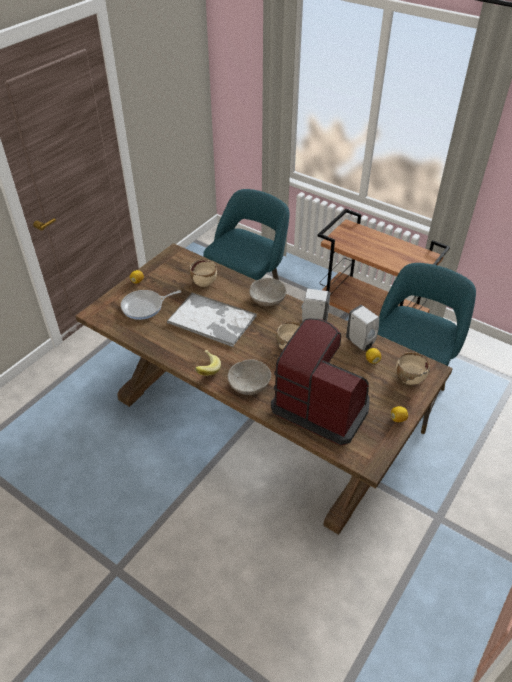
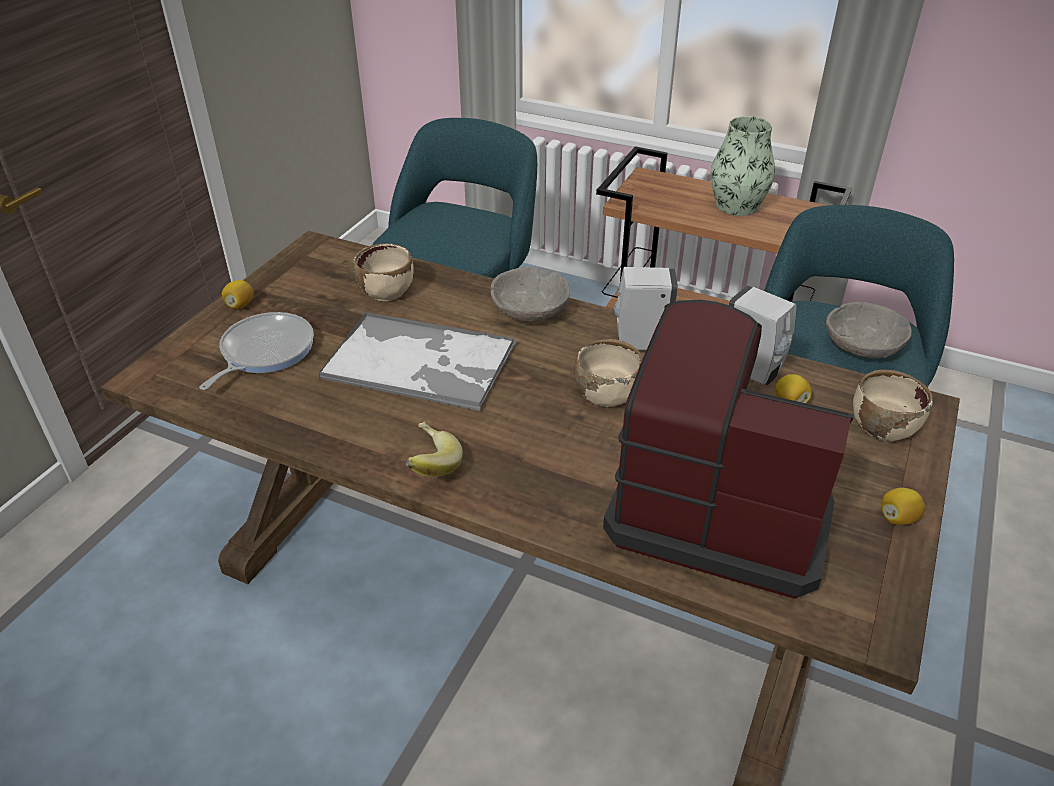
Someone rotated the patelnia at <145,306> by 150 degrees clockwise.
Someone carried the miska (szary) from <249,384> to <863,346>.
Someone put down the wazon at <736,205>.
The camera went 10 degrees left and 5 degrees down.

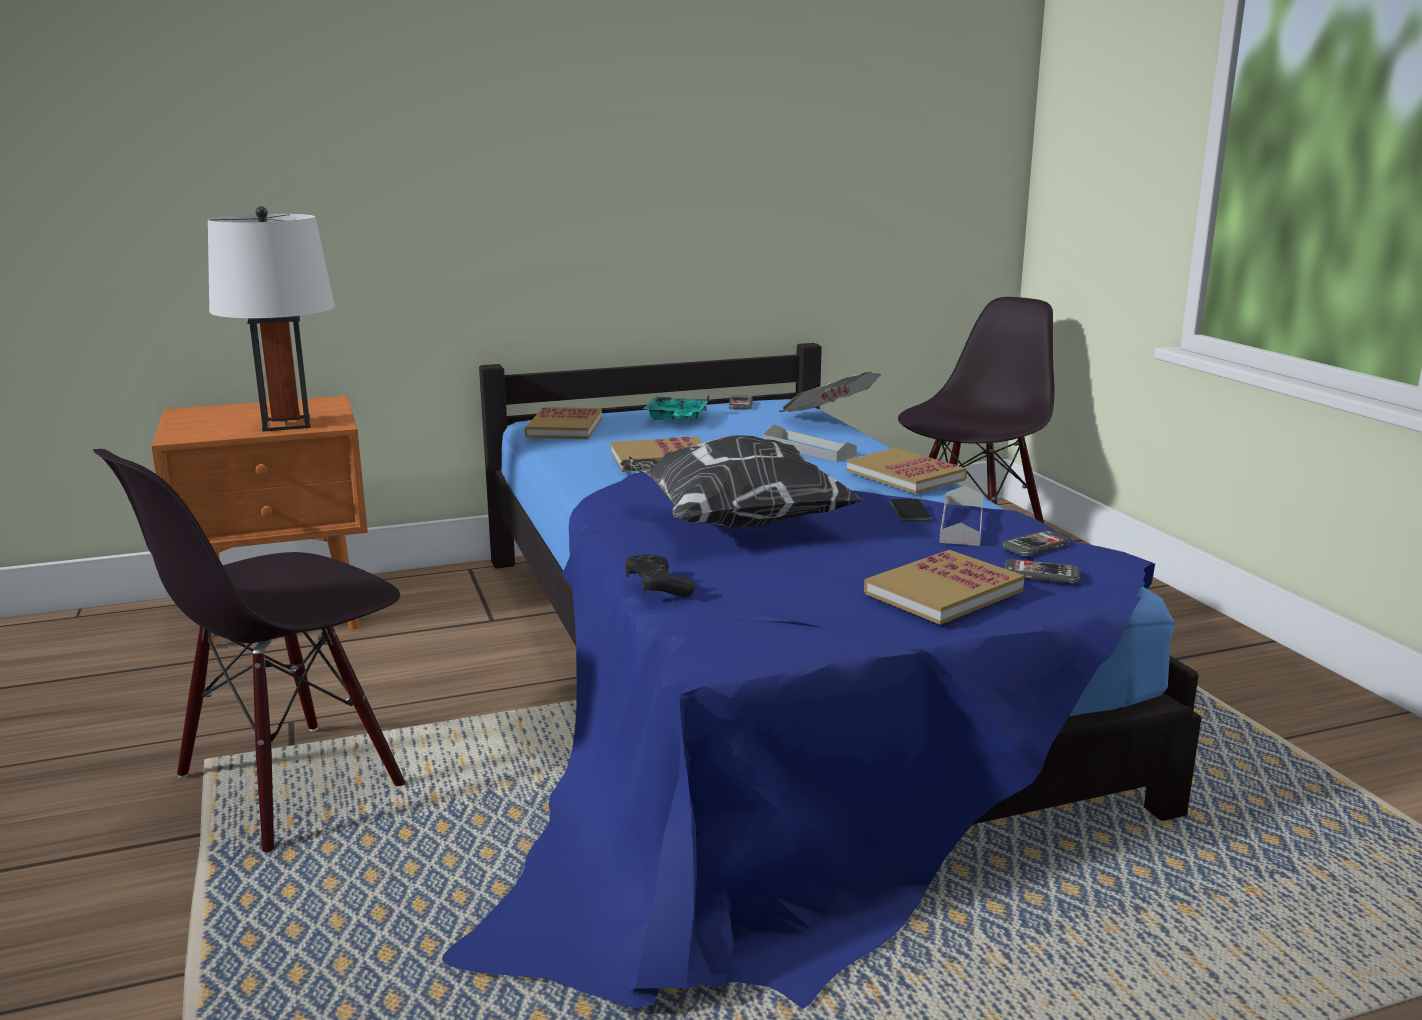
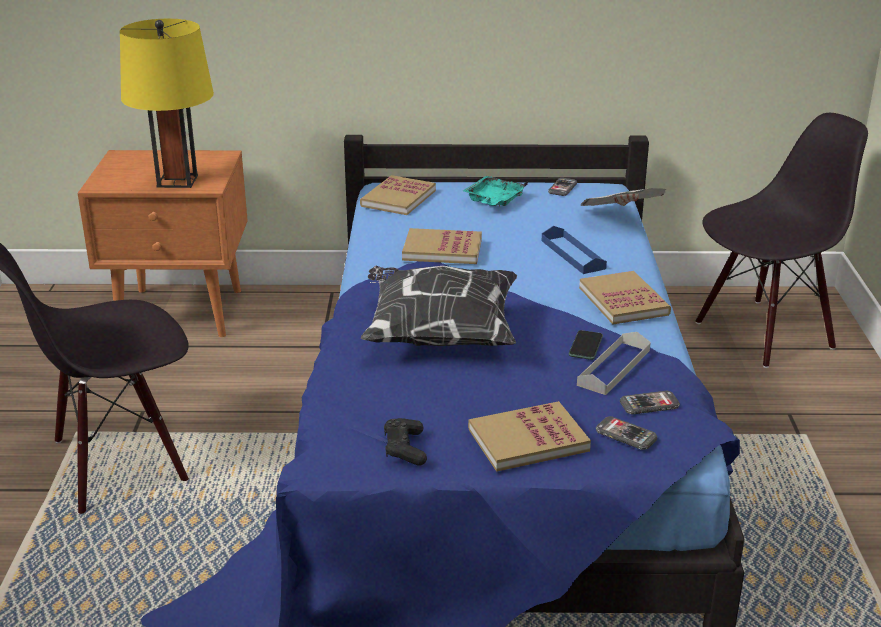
Someone repainted the lampa stołowa (biały) at <286,424>, which became the lampa stołowa (żółty) at <177,181>.
Someone repainted the taca (szary) at <808,449>, which became the taca (niebieski) at <573,254>.
Someone carried the pad do gier (czarny) from <657,587> to <405,449>.
The camera went 20 degrees right and 10 degrees up.

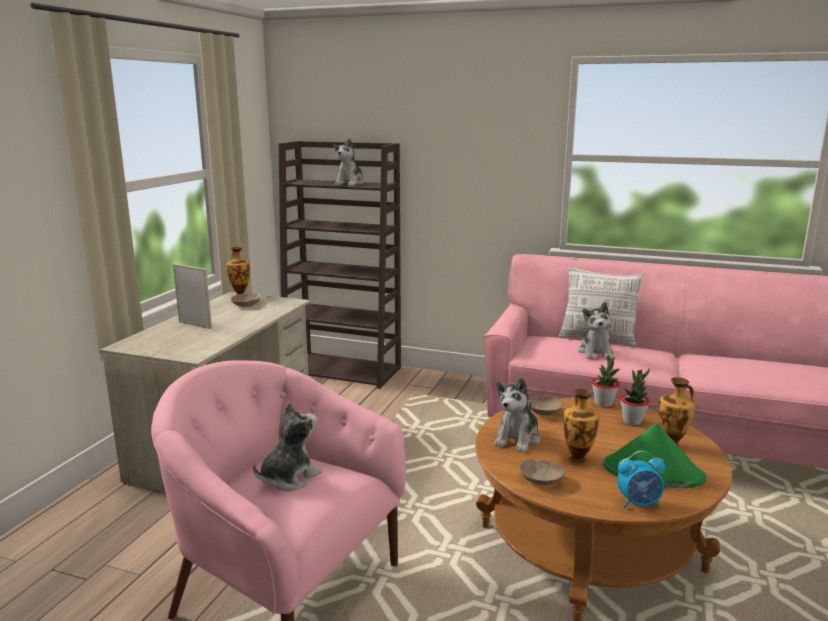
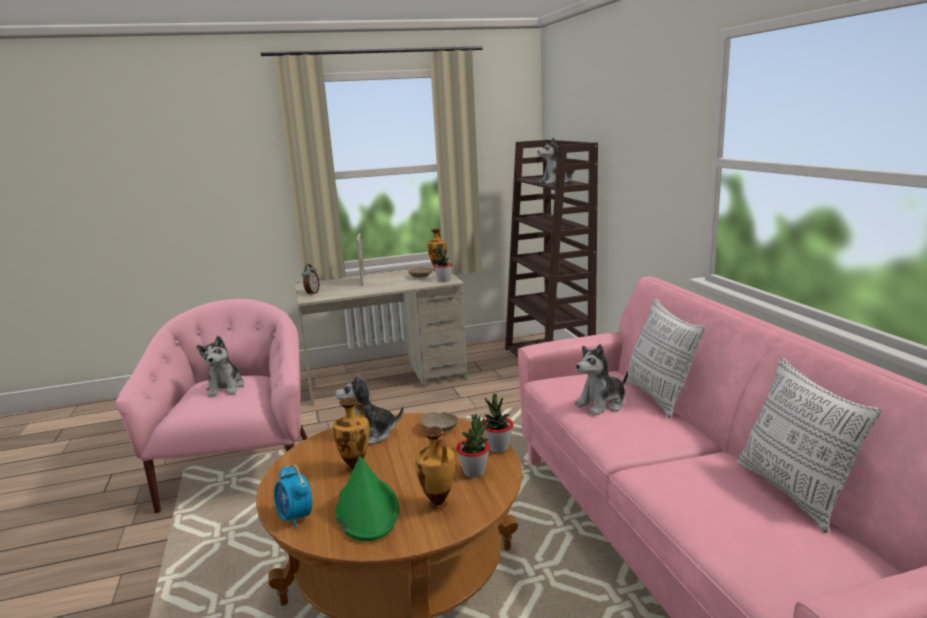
Someone rotated the pluszak at <289,478> by 75 degrees clockwise.
Someone took away the miska (beżowy) at <540,479>.
Someone put down the roślina doniczkowa at <443,280>.
Someone put down the budzik at <312,293>.
Someone put down the poduszka at <793,492>.
The camera went 55 degrees right and 0 degrees up.

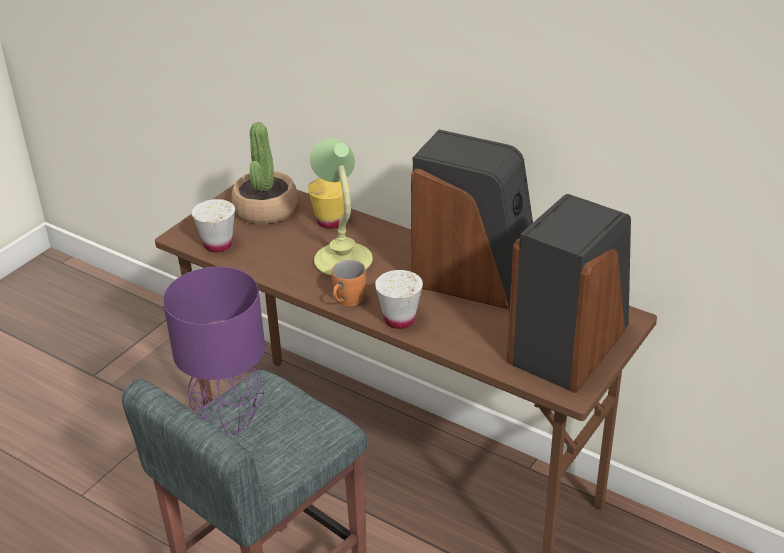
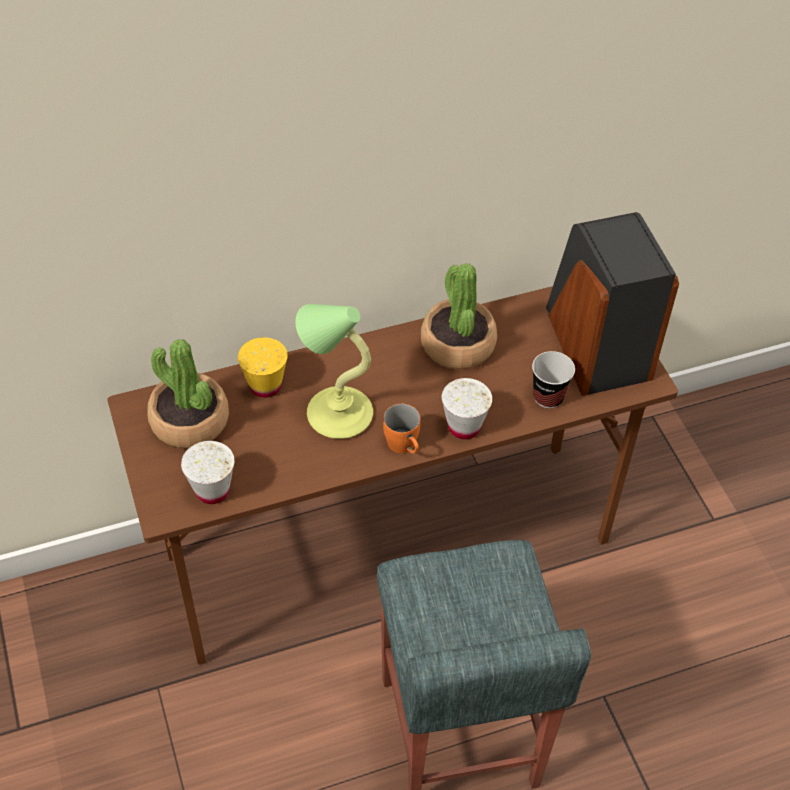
Someone swapped the głośnik at <476,280> for the roślina doniczkowa at <457,345>.
Someone took away the lampa stołowa (fioletowy) at <231,418>.
Someone put down the filiżanka at <548,397>.
The camera went 55 degrees left and 15 degrees up.

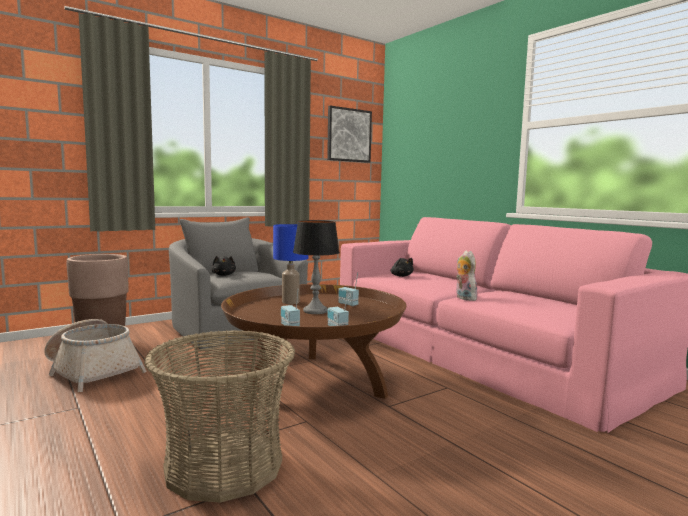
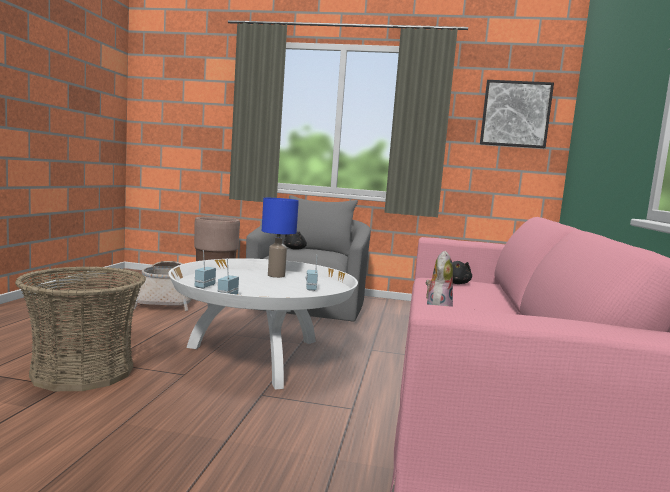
Someone took away the lampa stołowa at <315,311>.
Someone repainted the ława (brązowy) at <314,382>, which became the ława (biały) at <260,356>.
The camera went 45 degrees right and 0 degrees up.

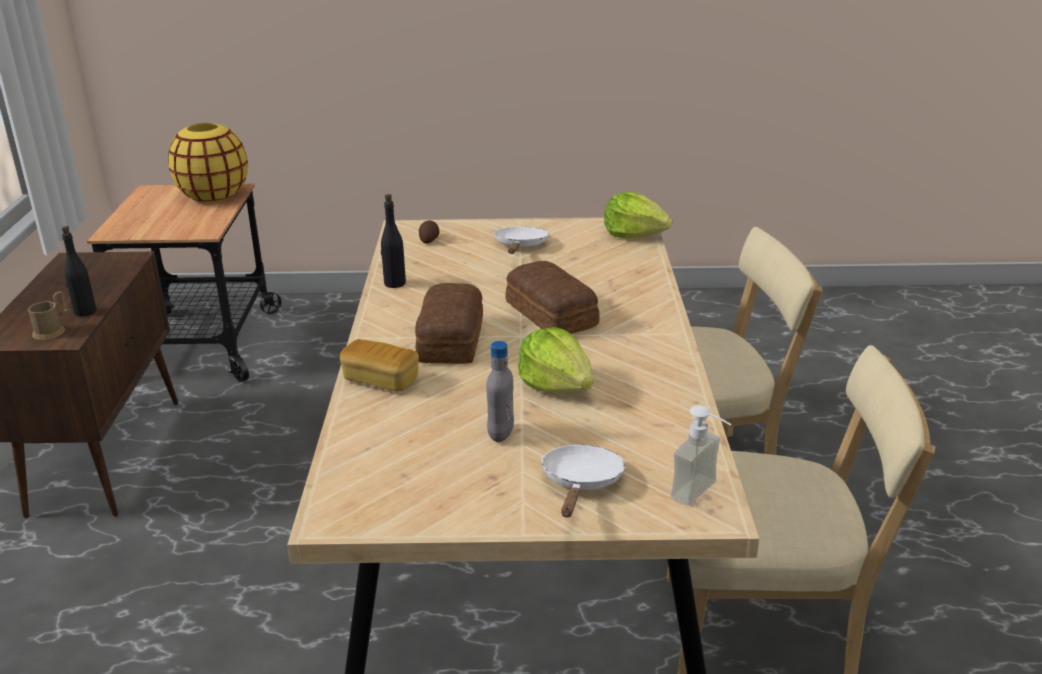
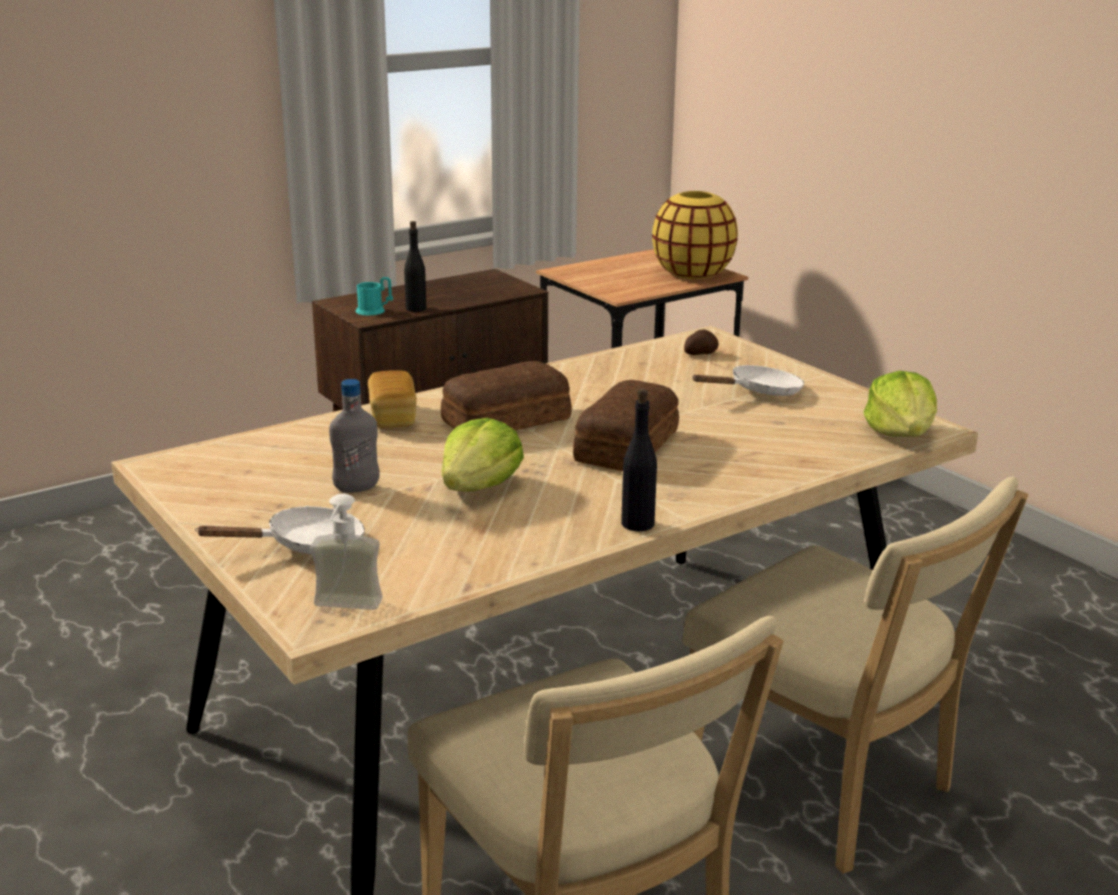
Someone carried the butelka (czarny) from <394,283> to <637,524>.
Someone repainted the kubek (brązowy) at <53,330>, which became the kubek (turkusowy) at <374,311>.
The camera went 55 degrees right and 5 degrees down.

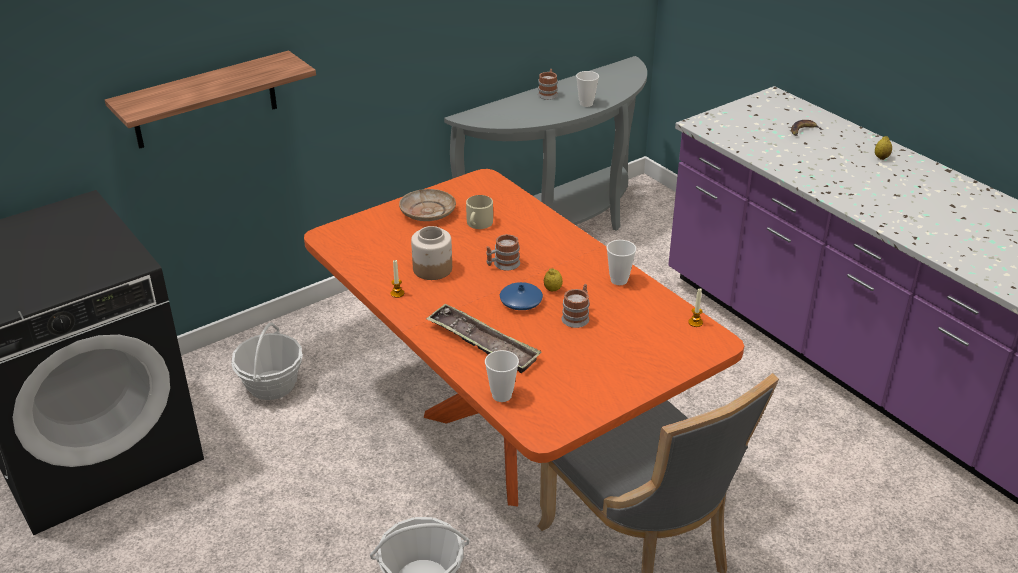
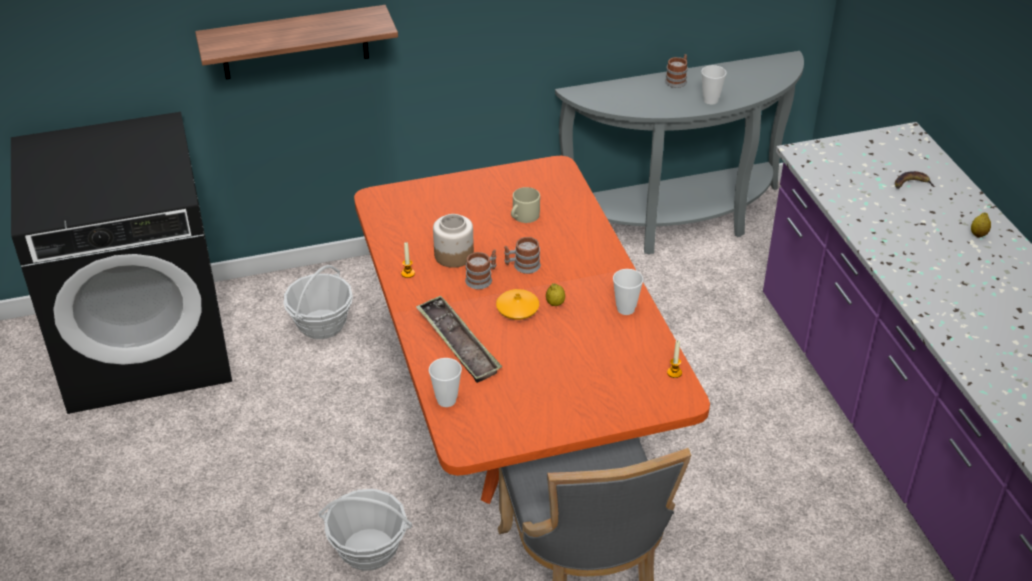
Someone took away the talerz (beżowy) at <427,212>.
Someone repainted the wazon (niebieski) at <521,302>, which became the wazon (pomarańczowy) at <517,309>.
Someone carried the kubek from <577,317> to <482,279>.
The camera went 20 degrees right and 5 degrees up.

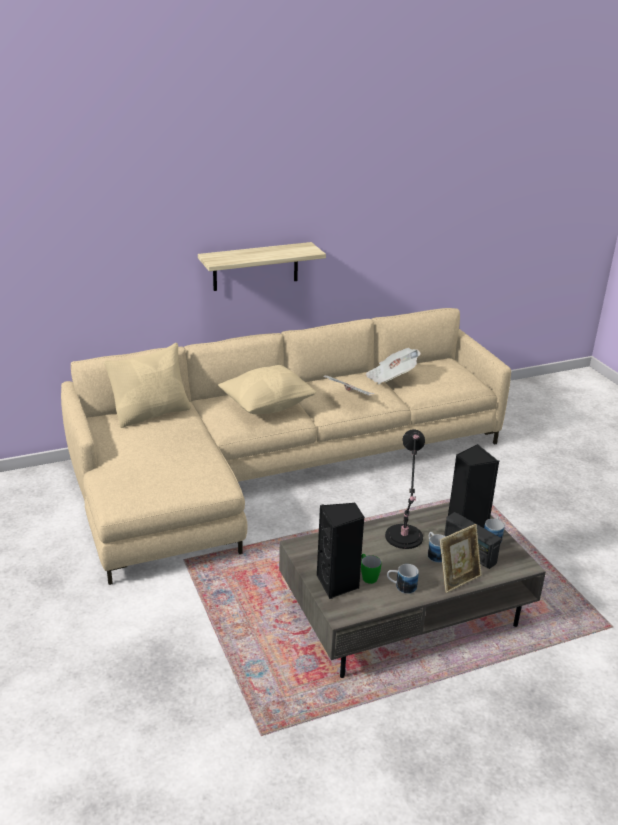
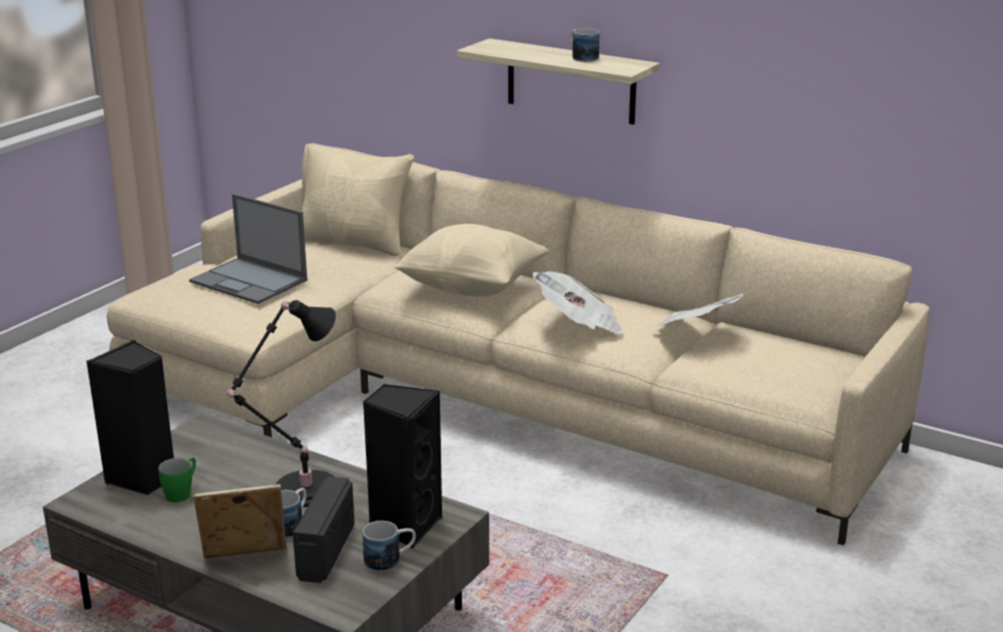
Someone rotated the ramka na zdjęcie at <457,579> by 150 degrees clockwise.
Someone carried the kubek from <401,586> to <581,57>.
Someone put down the laptop at <250,281>.
The camera went 55 degrees right and 5 degrees down.

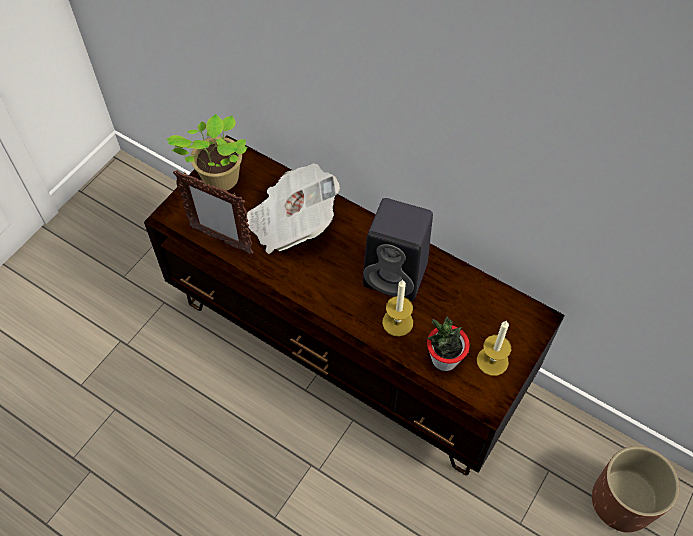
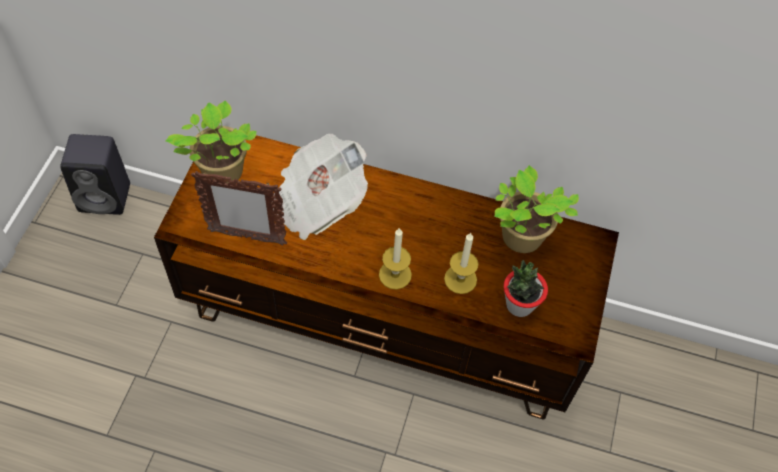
Someone carried the głośnik (czarny) from <397,275> to <107,196>.
Someone carried the świeca from <492,361> to <395,274>.
Someone took away the donica (brązowy) at <622,502>.
Someone put down the roślina doniczkowa at <521,239>.
The camera went 20 degrees left and 0 degrees up.

